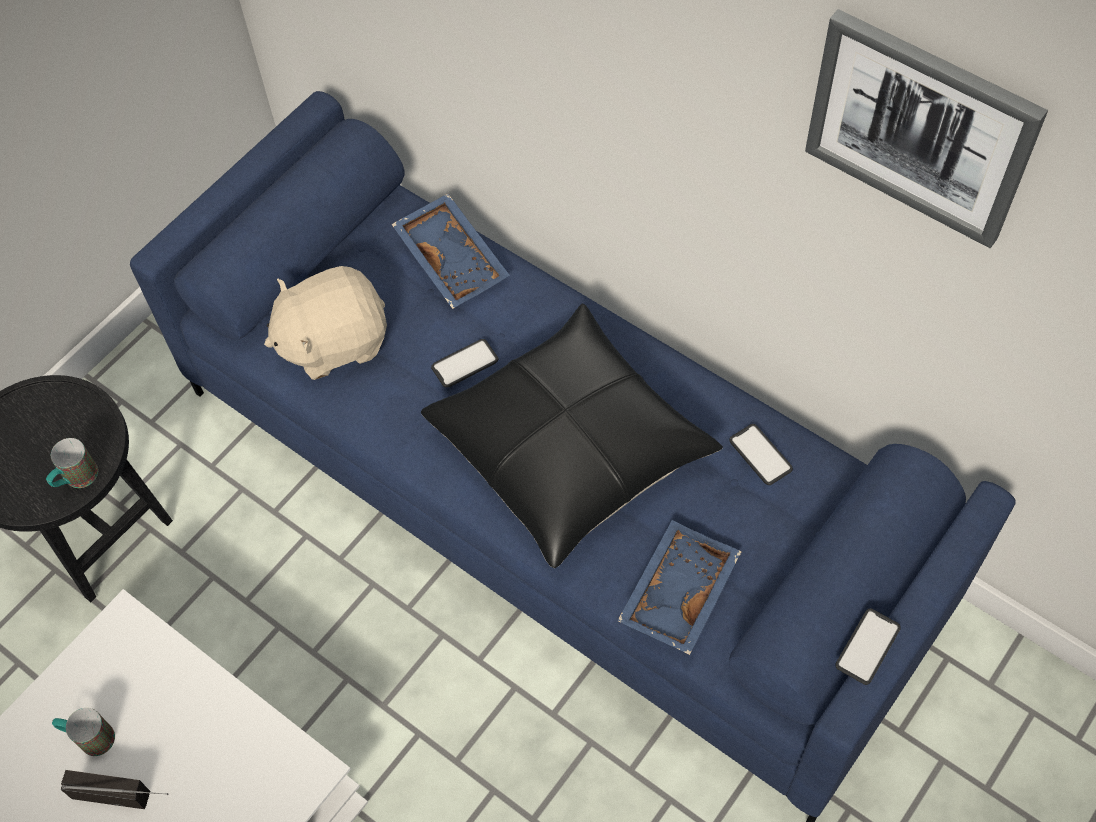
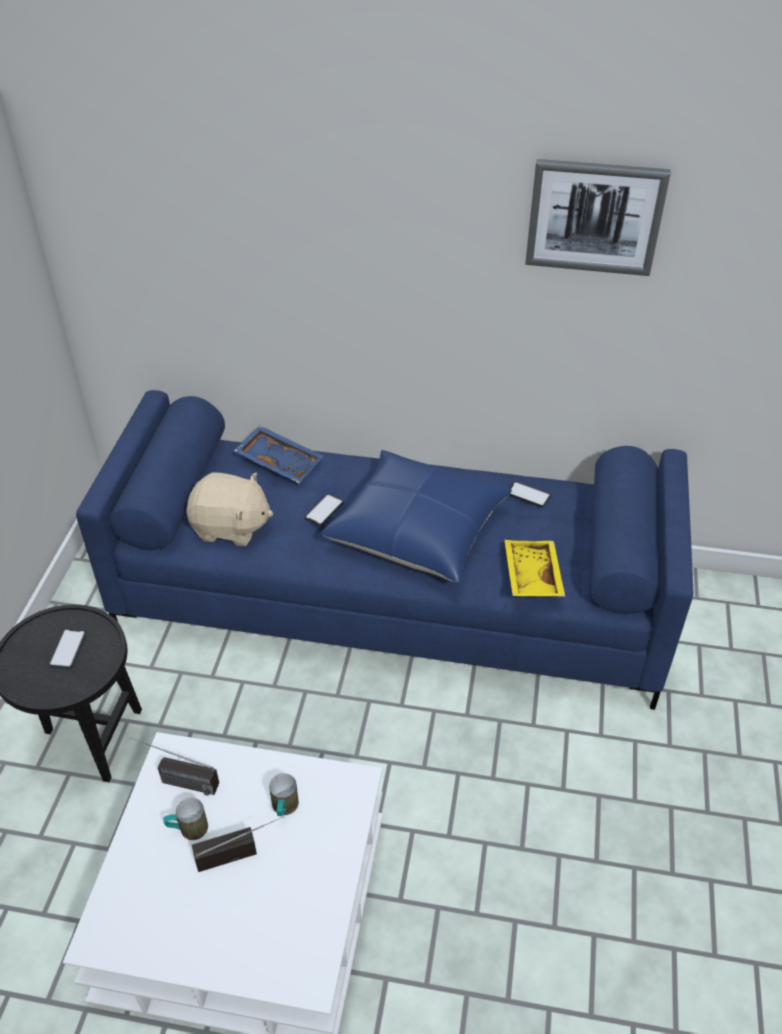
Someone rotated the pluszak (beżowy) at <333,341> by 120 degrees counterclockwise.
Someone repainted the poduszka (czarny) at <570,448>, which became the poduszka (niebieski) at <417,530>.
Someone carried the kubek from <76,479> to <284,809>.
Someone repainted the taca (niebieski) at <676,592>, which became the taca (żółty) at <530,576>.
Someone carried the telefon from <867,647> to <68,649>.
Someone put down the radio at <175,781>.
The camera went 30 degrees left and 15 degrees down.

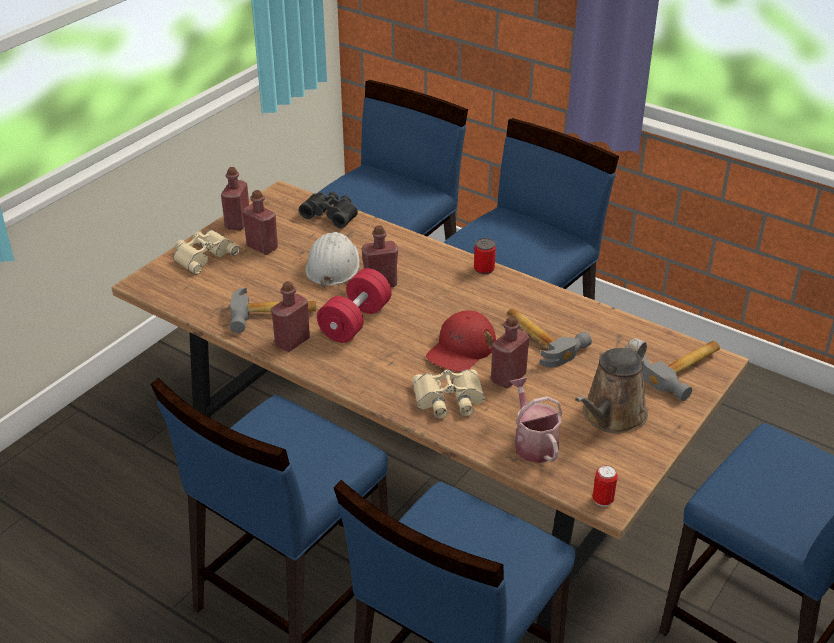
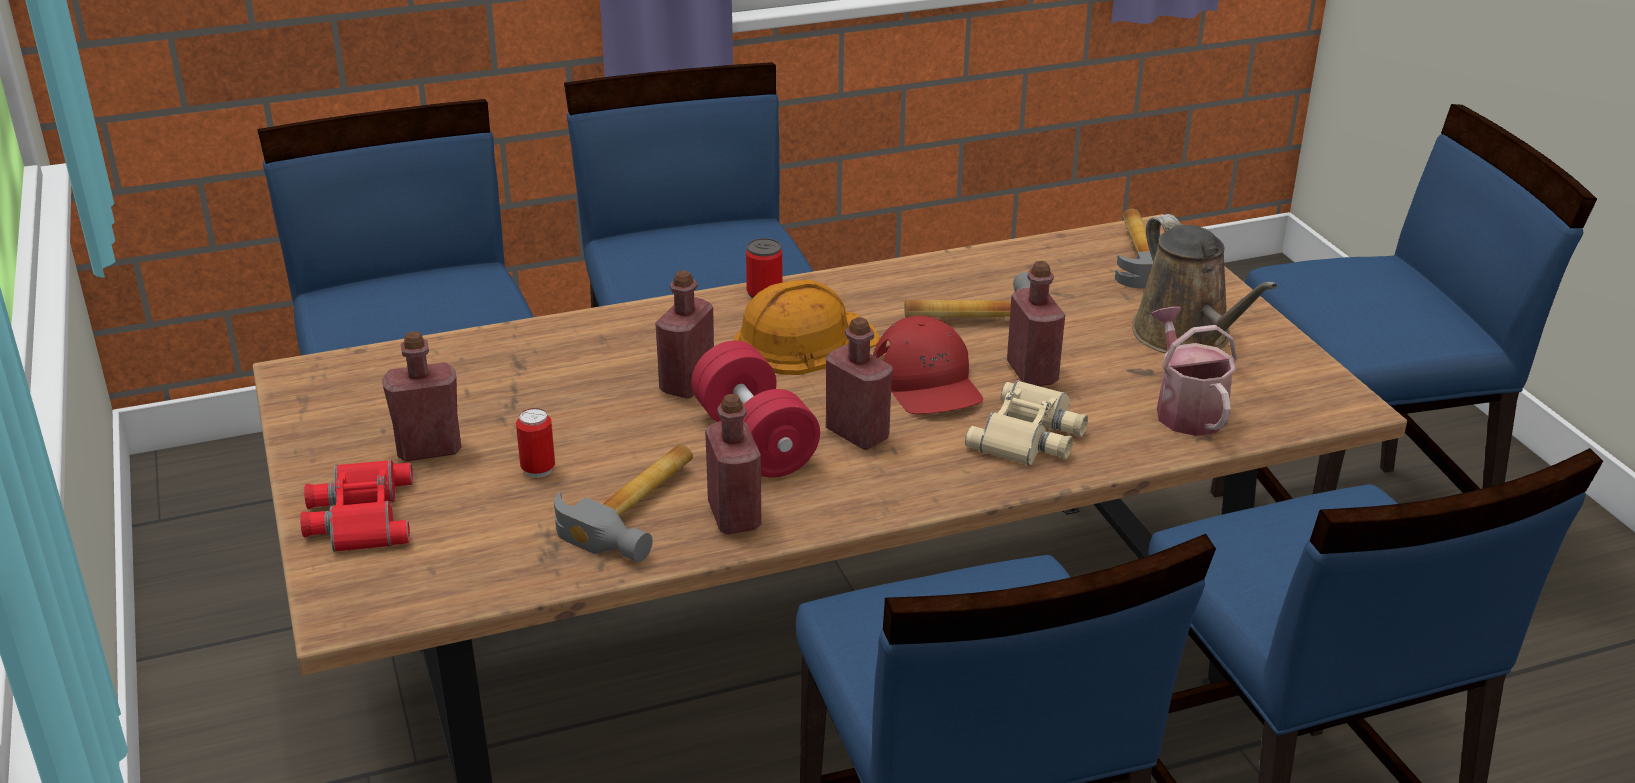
Someone carried the butelka (czerwony) from <237,223> to <857,434>.
Someone took away the lornetka (czarny) at <331,215>.
Someone repainted the lornetka (beżowy) at <203,255>, which became the lornetka (czerwony) at <358,516>.
Someone took away the kask (biały) at <333,266>.
Someone rotated the konewka at <533,442> by 60 degrees clockwise.
Someone carried the puszka from <602,500> to <538,470>.
Someone put down the kask (pomarańczowy) at <803,341>.
The camera went 55 degrees left and 5 degrees down.

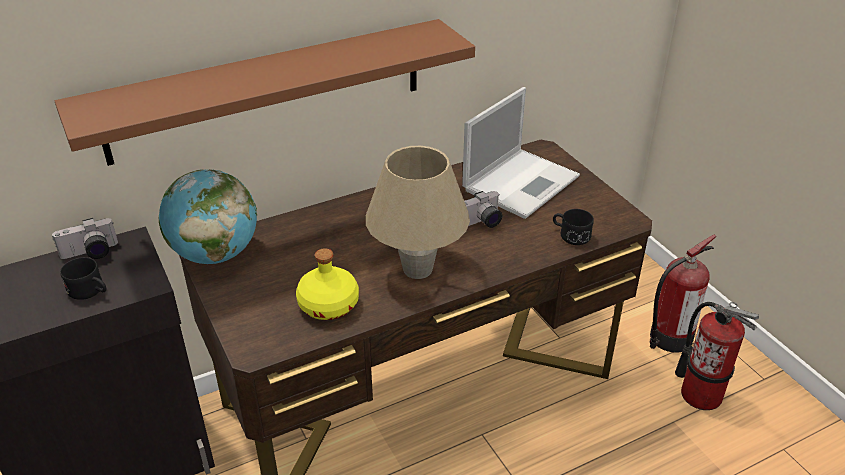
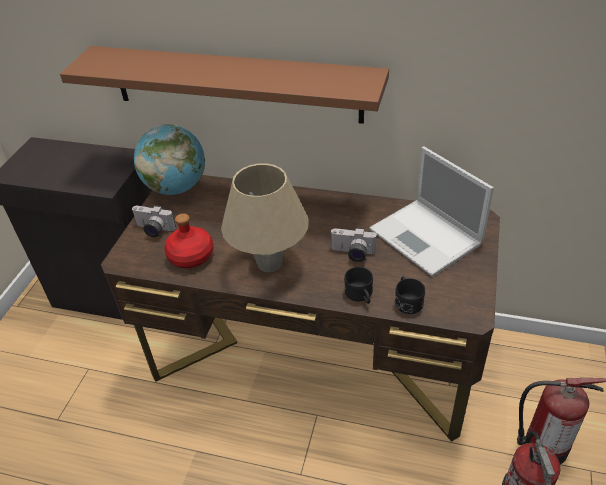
Someone rotated the laptop at <522,182> by 60 degrees clockwise.
Someone carried the aparat fotograficzny from <90,254> to <153,230>.
Someone repainted the butelka (żółty) at <329,305>, which became the butelka (czerwony) at <191,256>.
Someone carried the kubek (czarny) from <90,291> to <360,296>.
The camera went 45 degrees right and 5 degrees up.

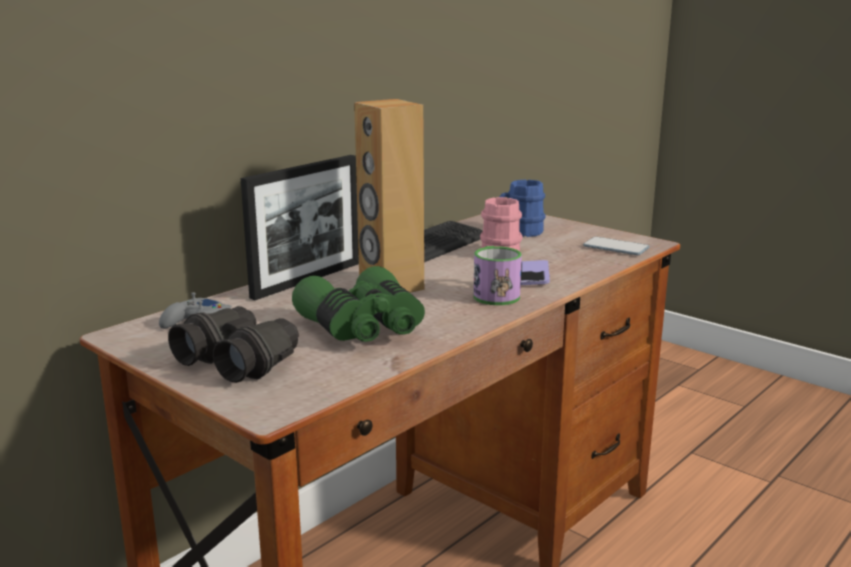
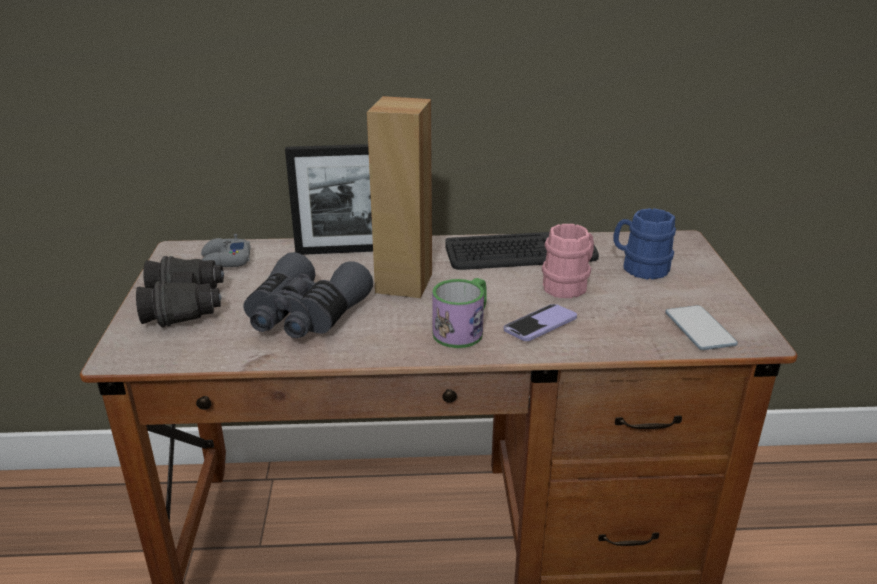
Someone repainted the lornetka (zielony) at <364,327>, which became the lornetka (szary) at <304,315>.
The camera went 45 degrees right and 10 degrees up.

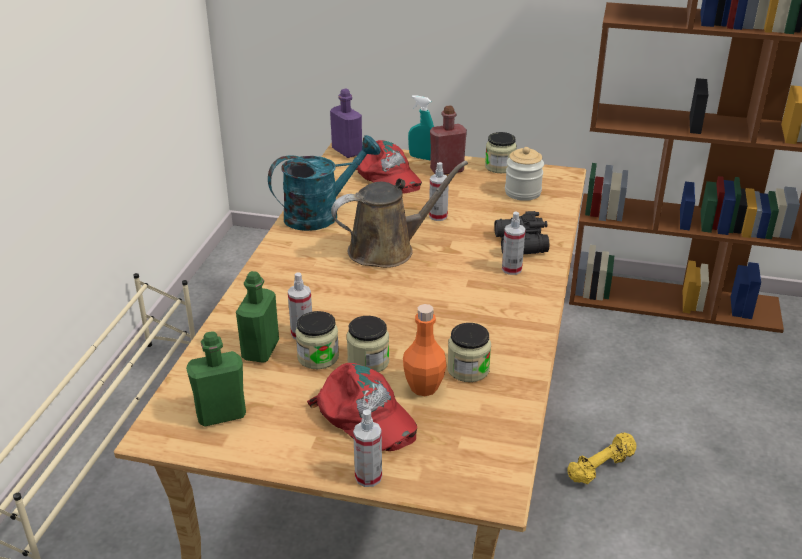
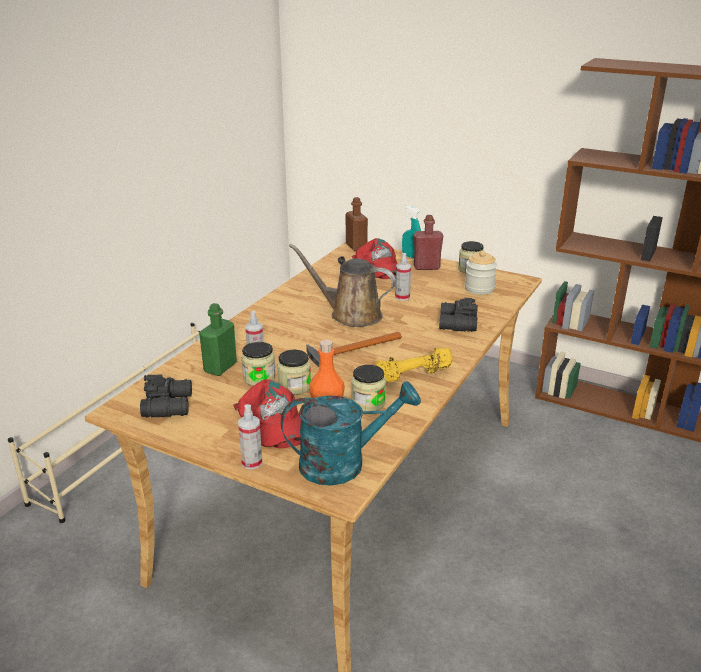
Someone repainted the butelka (fioletowy) at <347,151>, which became the butelka (brązowy) at <356,247>.
Someone carried the konewka (turkusowy) from <321,214> to <344,463>.
Someone rotated the konewka (brązowy) at <387,249> by 150 degrees counterclockwise.
Someone took away the spryskiwacz at <511,269>.
Someone swapped the butelka (zielony) at <221,415> for the lornetka (czarny) at <169,405>.
Someone carried the hantel (żółty) from <601,468> to <413,376>.
Someone put down the młotek at <351,350>.
The camera went 15 degrees right and 5 degrees down.

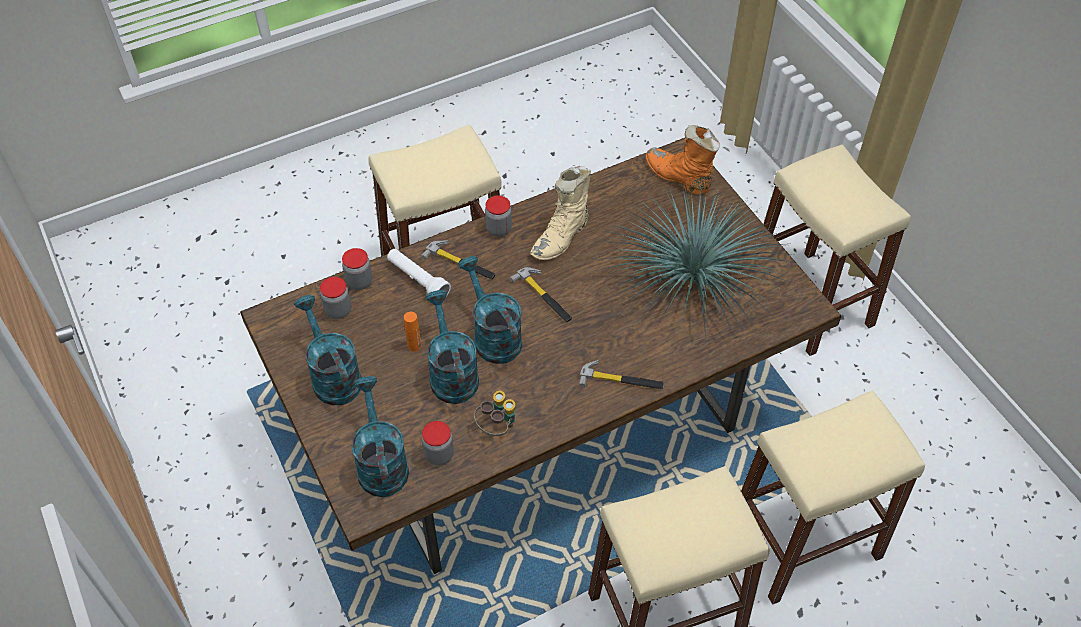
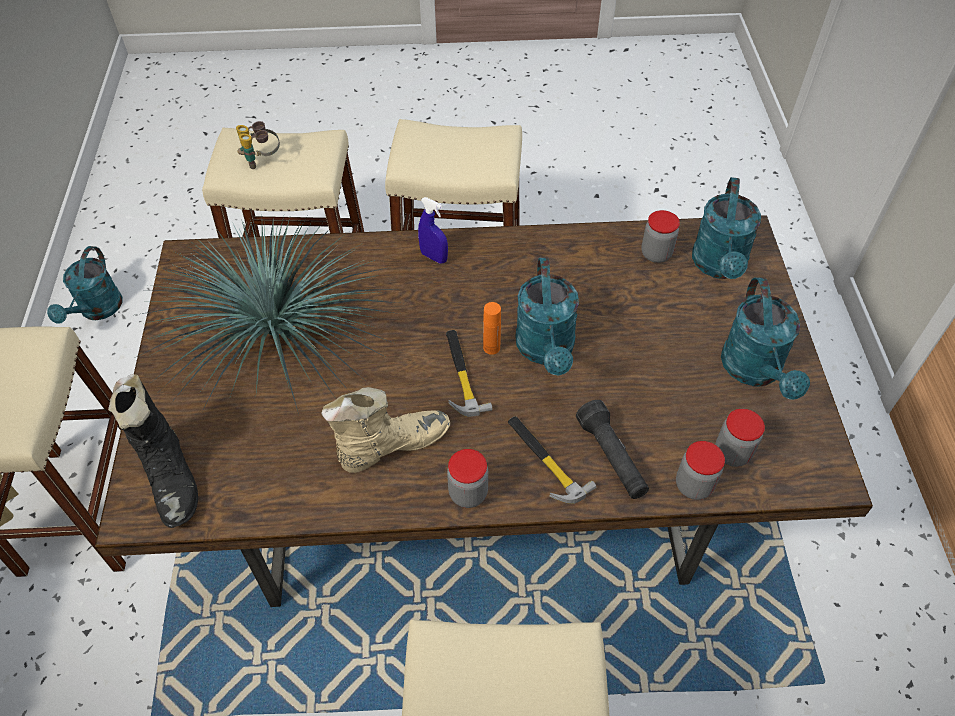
Someone repainted the but z cholewką (pomarańczowy) at <678,177>, which became the but z cholewką (czarny) at <172,477>.
Someone repainted the latarka (biały) at <418,280>, which became the latarka (czarny) at <612,458>.
Someone carried the konewka (turkusowy) from <451,373> to <98,311>.
Someone carried the butelka (pomarańczowy) from <414,346> to <491,347>.
Someone swapped the młotek at <621,380> for the spryskiwacz (niebieski) at <434,257>.
Someone carried the lornetka from <497,427> to <262,160>.
The camera went 155 degrees left and 0 degrees up.

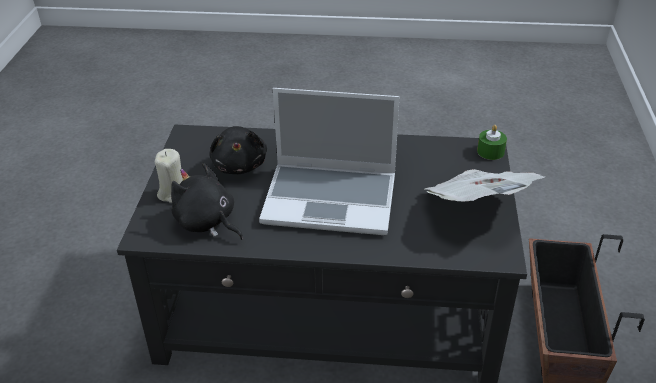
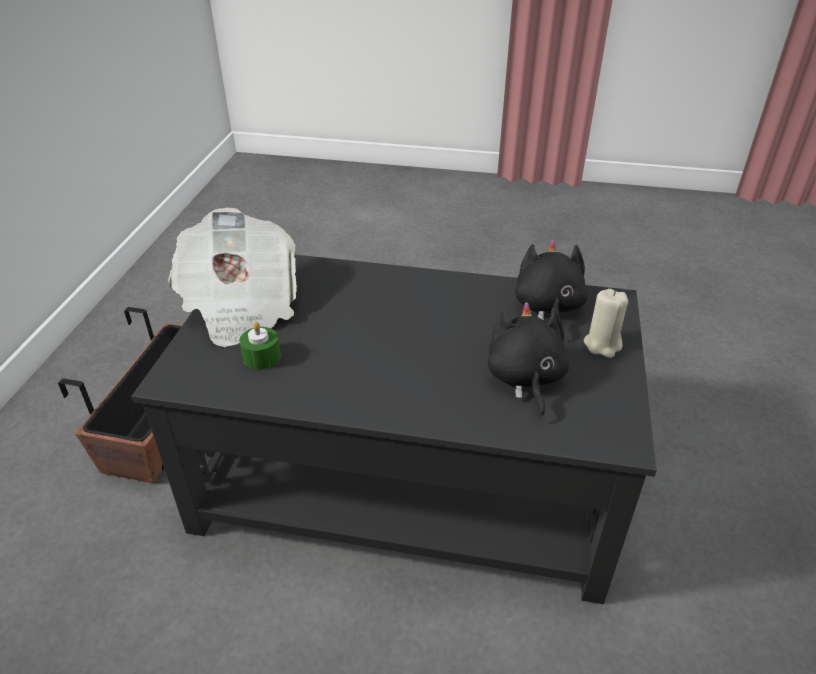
Someone took away the laptop at <332,199>.
Someone carried the świeca (zielony) from <490,151> to <261,357>.
Someone rotated the pluszak (czarny) at <207,222> by 135 degrees counterclockwise.
The camera went 175 degrees left and 0 degrees up.

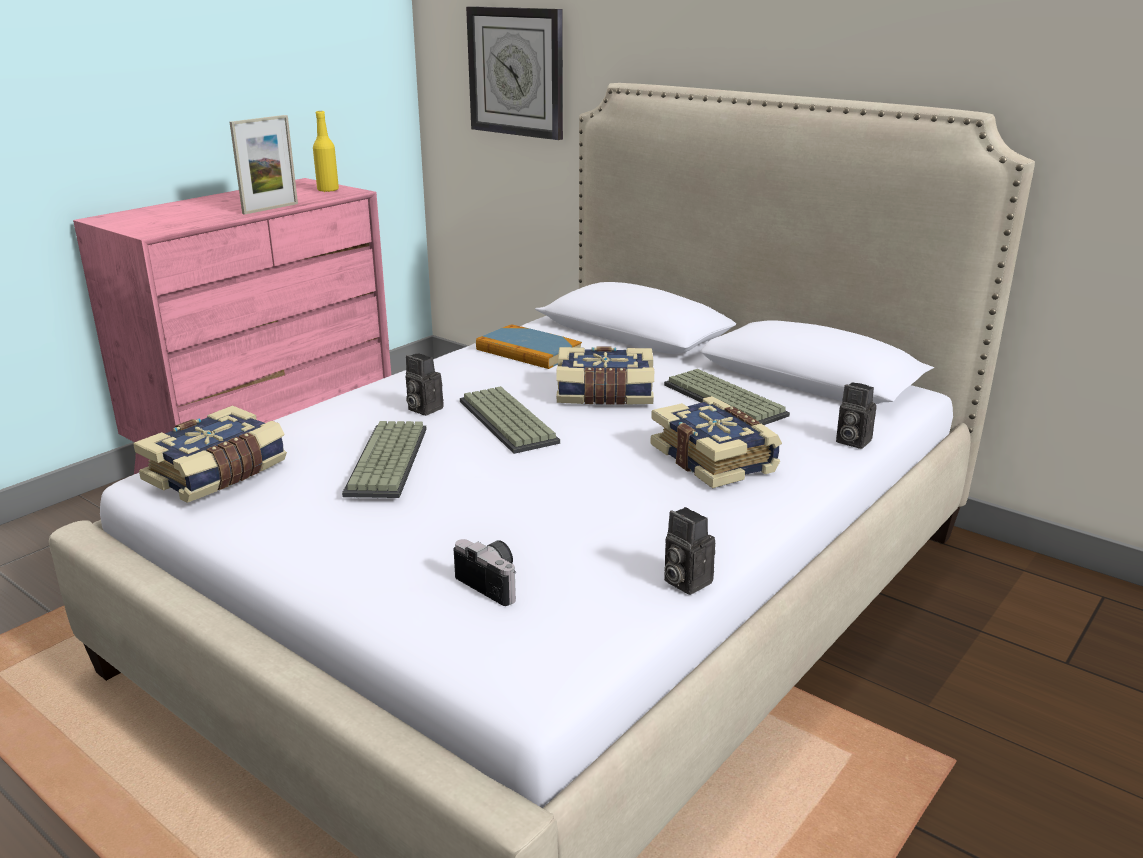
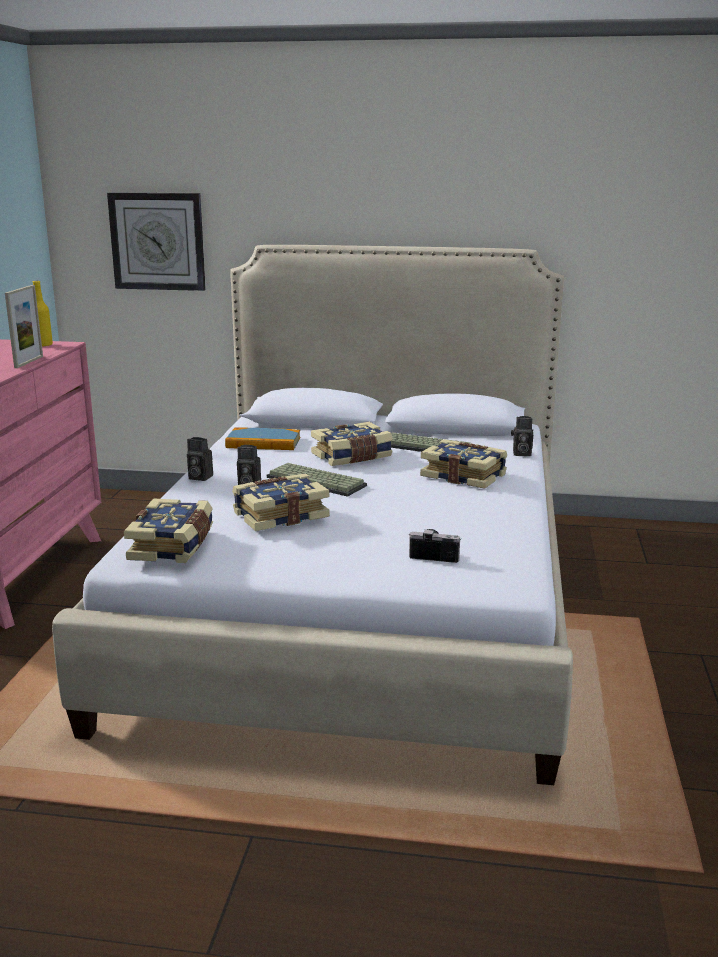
Someone swapped the klawiatura at <389,461> for the książka at <280,515>.
Someone carried the aparat fotograficzny from <684,581> to <199,477>.
The camera went 30 degrees left and 5 degrees down.

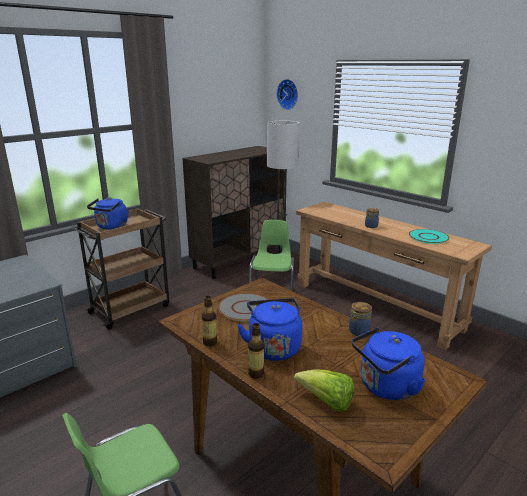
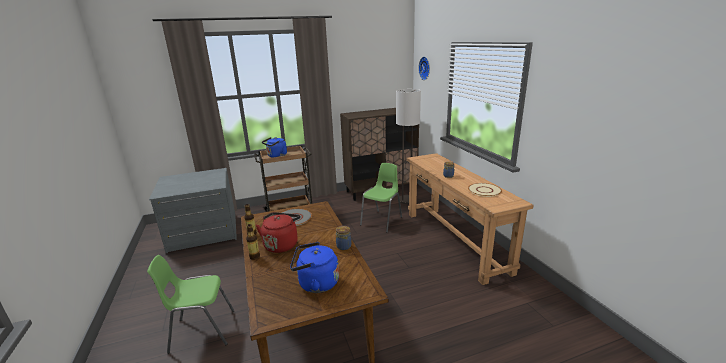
Someone repainted the talerz (turkusowy) at <428,237>, which became the talerz (beżowy) at <484,190>.
Someone repainted the czajnik (niebieski) at <273,347>, which became the czajnik (czerwony) at <281,244>.
Someone took away the sałata at <326,402>.
The camera went 25 degrees right and 0 degrees up.

